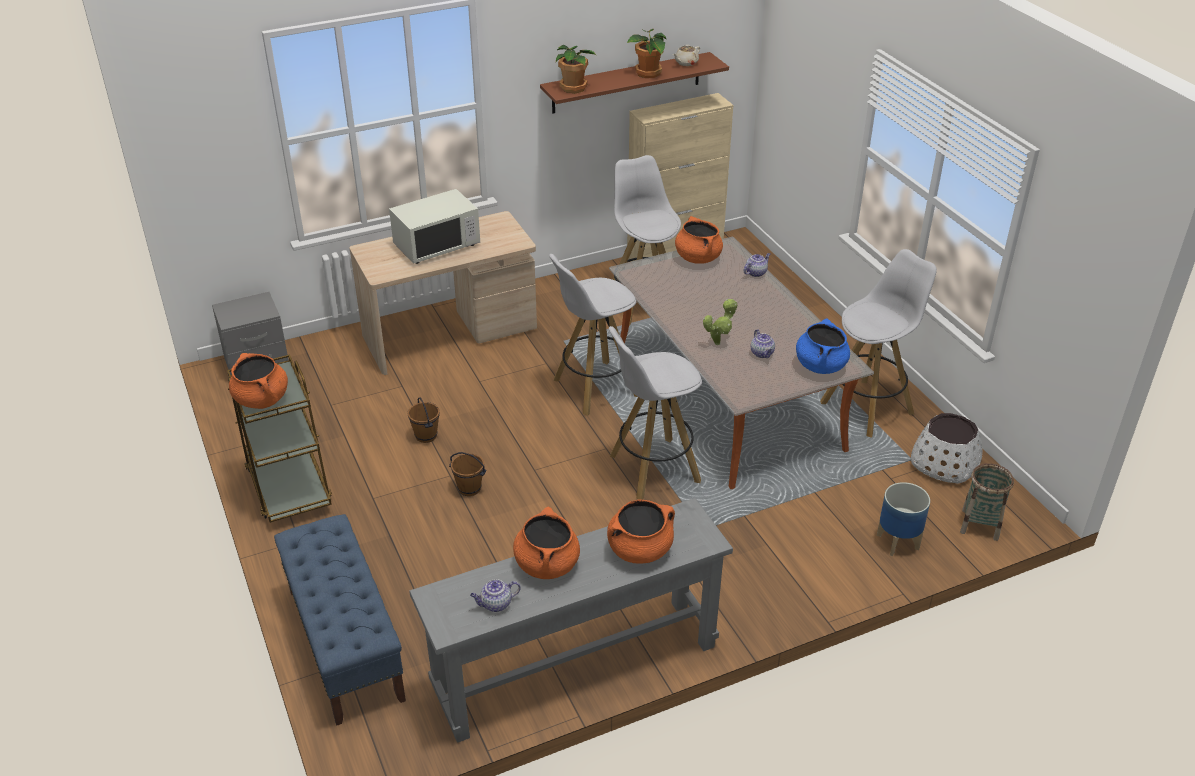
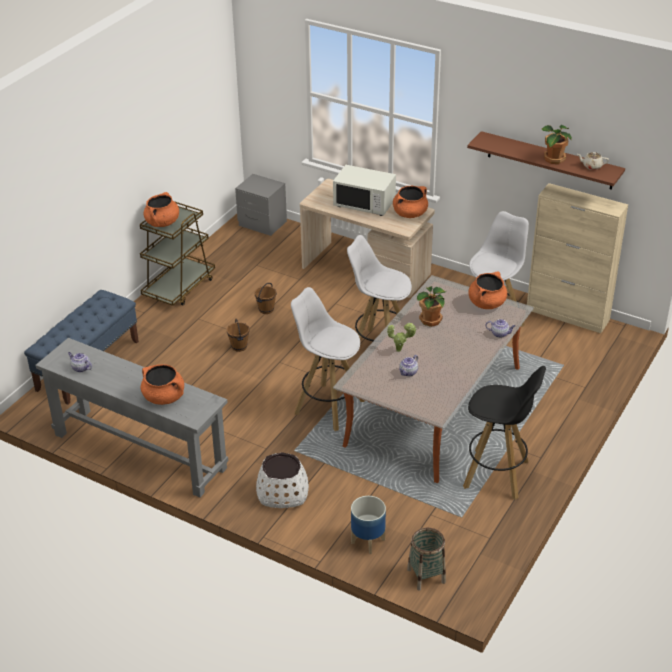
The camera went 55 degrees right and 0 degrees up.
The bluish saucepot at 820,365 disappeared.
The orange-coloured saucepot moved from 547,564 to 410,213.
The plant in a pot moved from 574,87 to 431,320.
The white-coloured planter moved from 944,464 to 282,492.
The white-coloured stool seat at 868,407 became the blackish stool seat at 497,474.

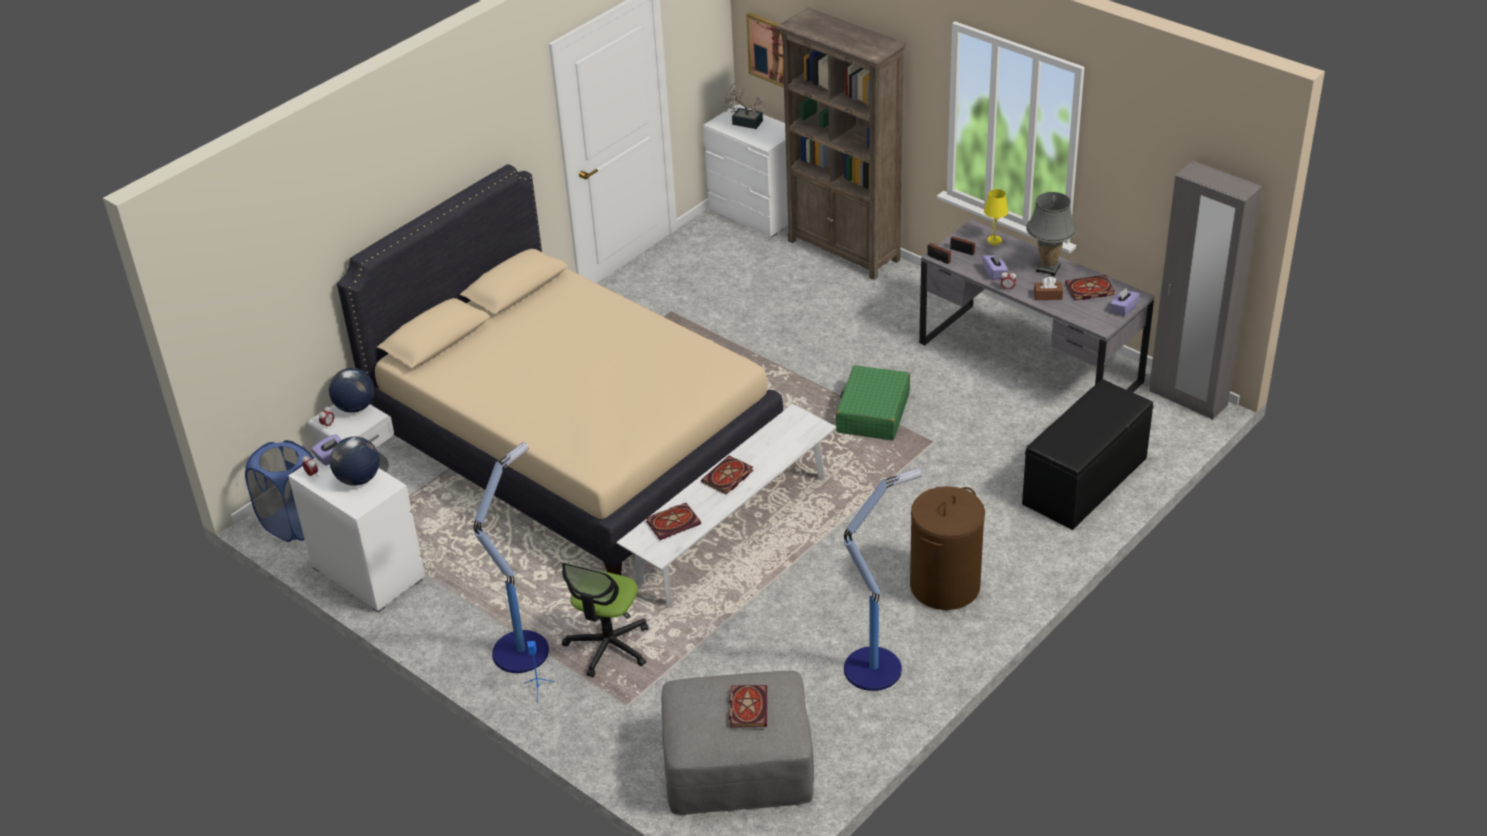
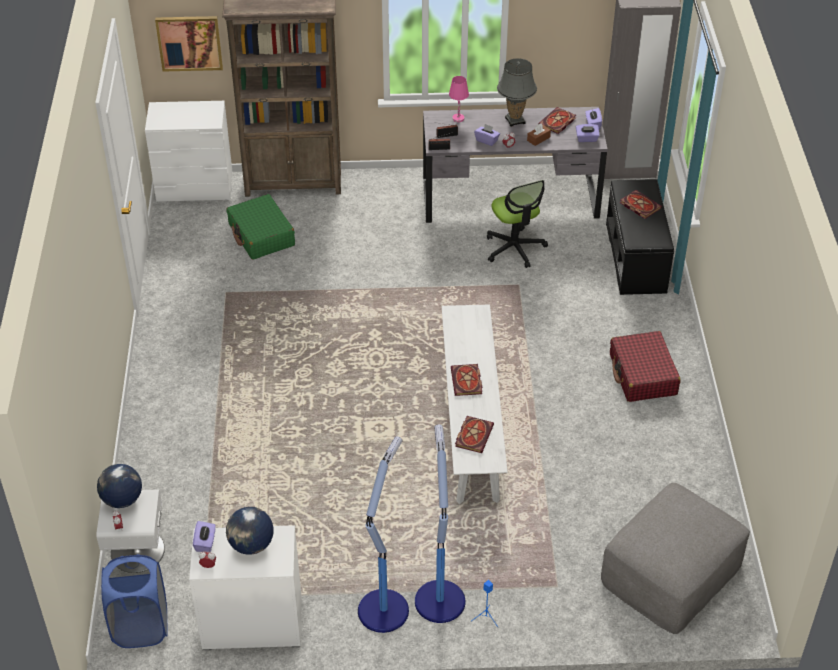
The camera went 45 degrees left and 5 degrees up.
The beige-coloured bedroom bed at 575,443 disappeared.
The plant in a pot at 744,121 disappeared.
The purple-coloured tissue holder at 586,139 appeared.
The office chair moved from 608,646 to 514,248.
The book moved from 747,707 to 639,205.
The greenish piece of luggage moved from 872,413 to 261,235.
The floor lamp moved from 874,668 to 383,609.
The brownish hamper at 945,586 was replaced by the reddish piece of luggage at 642,375.
The yellow table lamp at 994,241 became the pink table lamp at 458,118.

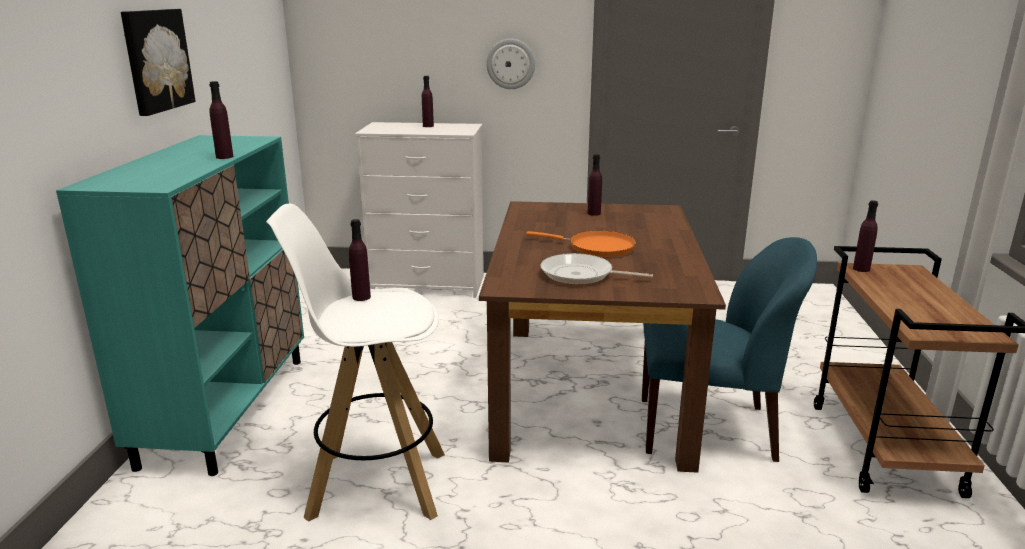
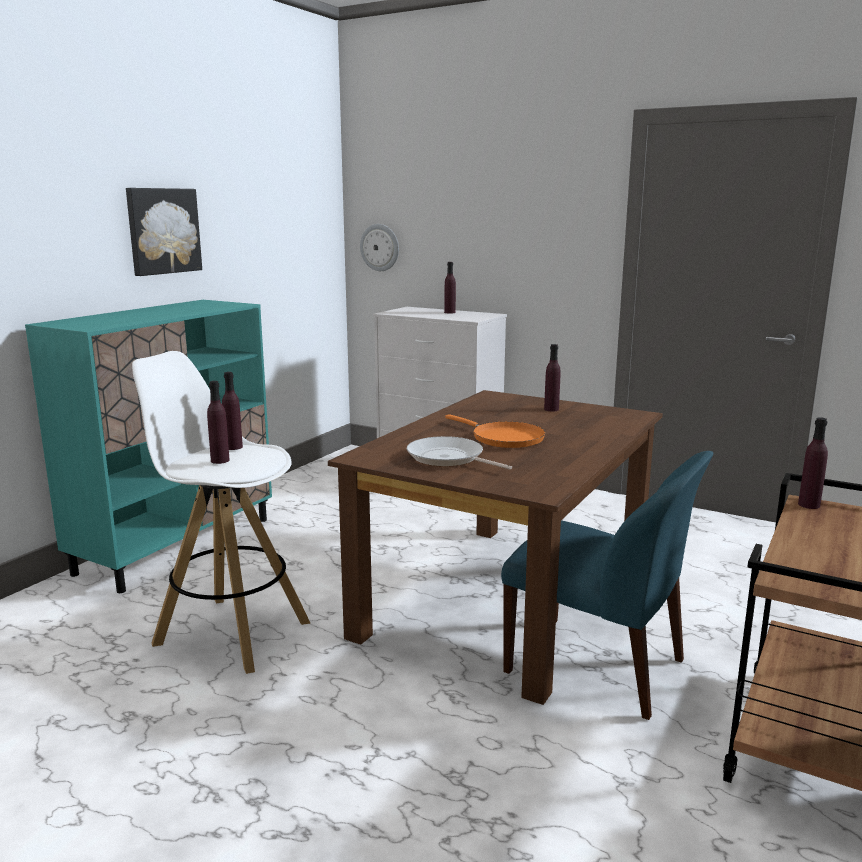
The camera went 25 degrees right and 5 degrees down.
The purple-coloured drink bottle moved from 224,157 to 220,460.
The clock on the wall moved from 510,64 to 380,247.

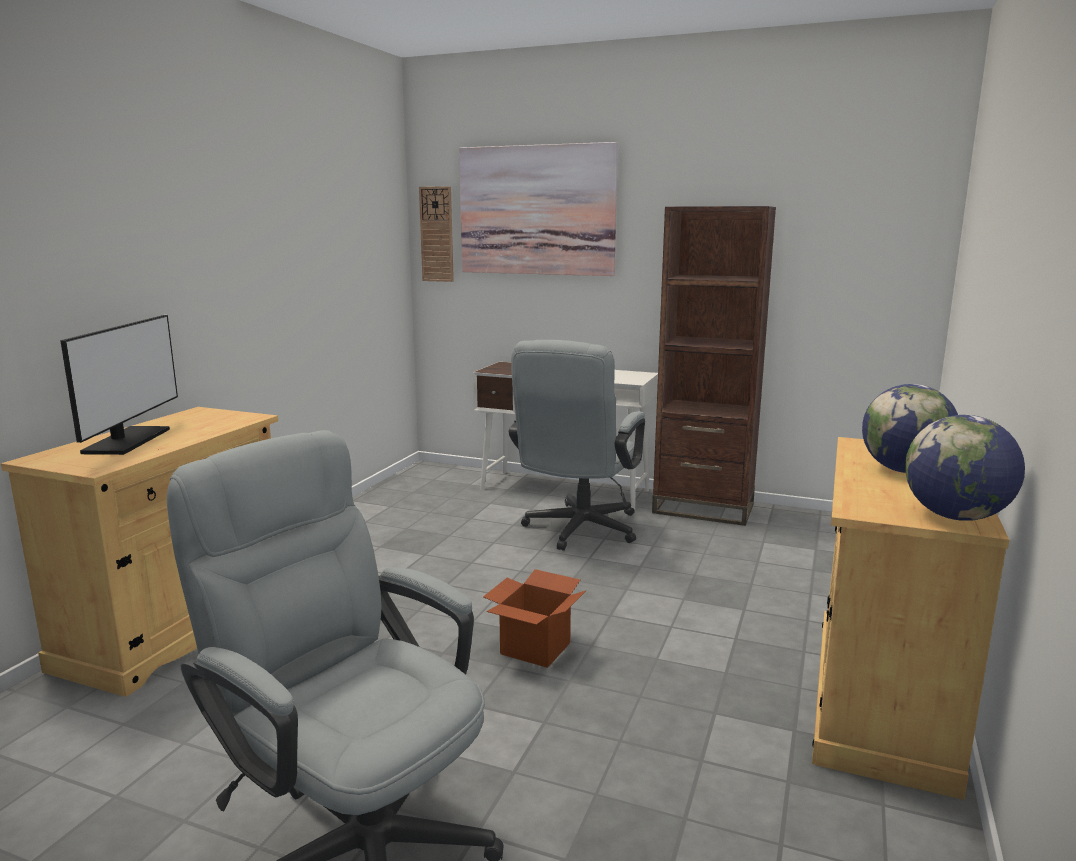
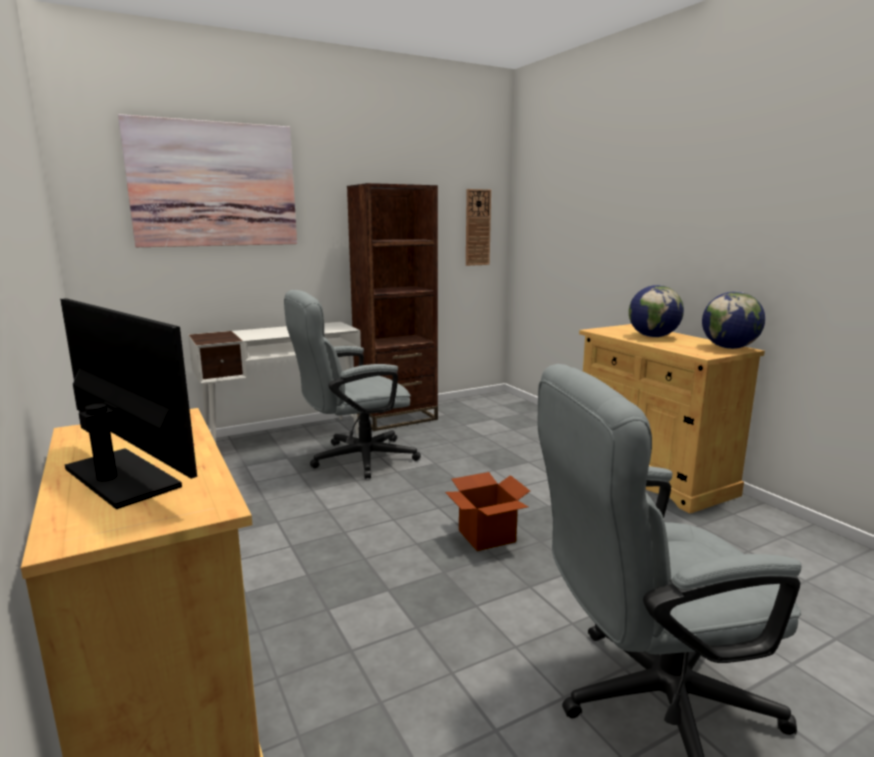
The camera went 50 degrees left and 0 degrees up.
The clock on the wall moved from 437,234 to 477,227.
The greyish office chair at 577,531 turned 90 degrees clockwise.

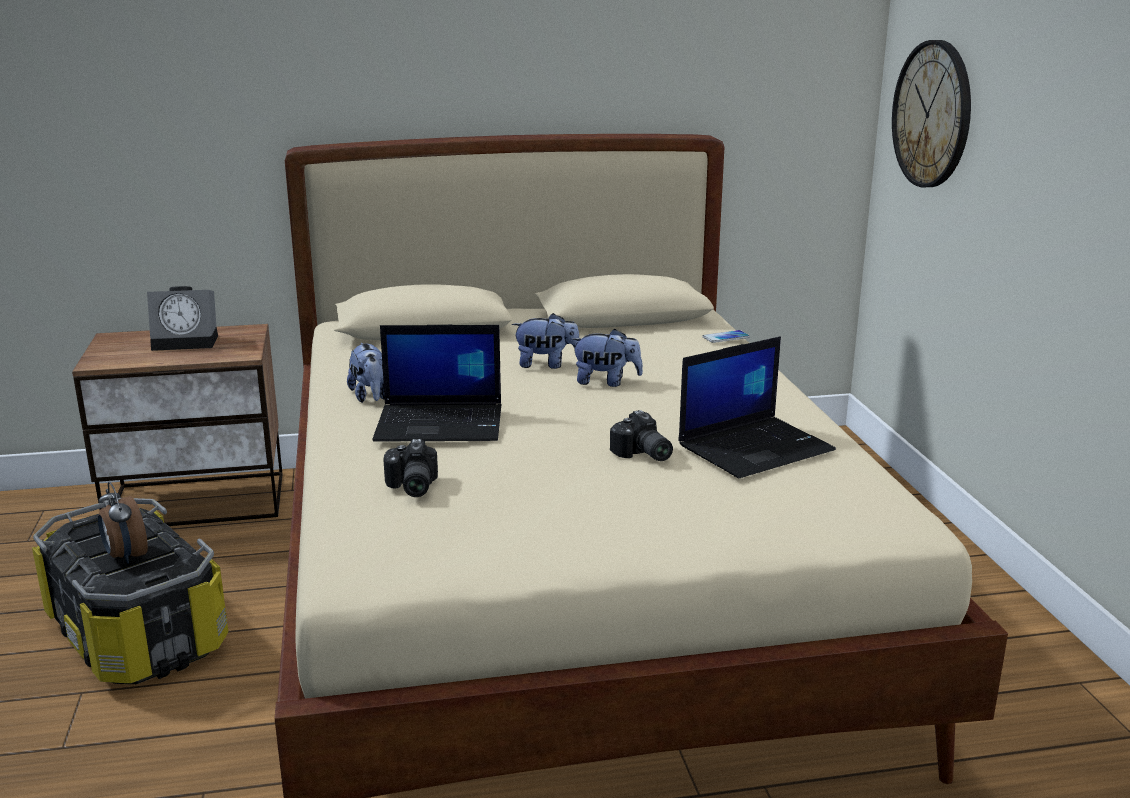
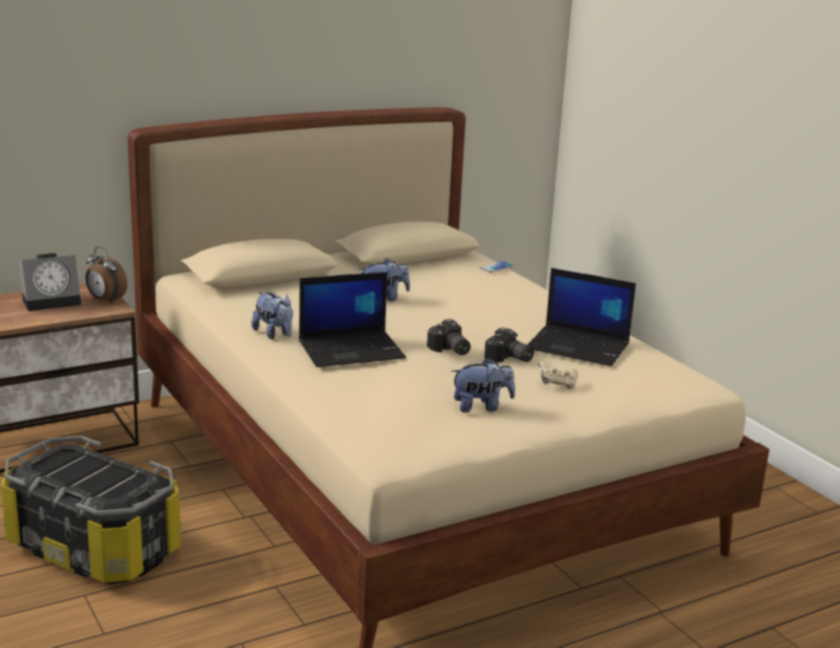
The camera went 20 degrees left and 0 degrees up.
The clock on the wall at 932,114 disappeared.
The beige-coloured joypad at 557,385 appeared.
The bedside clock moved from 125,556 to 105,300.
The photo camera moved from 410,487 to 449,350.
The plush toy moved from 606,382 to 481,407.
The notebook computer at 755,447 turned 75 degrees clockwise.

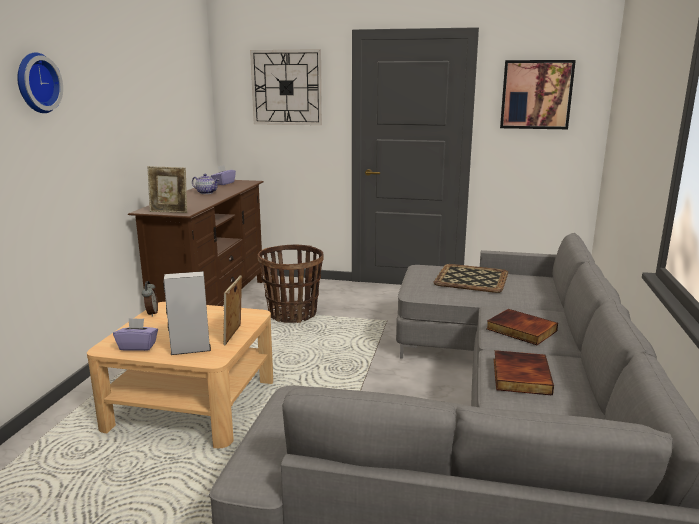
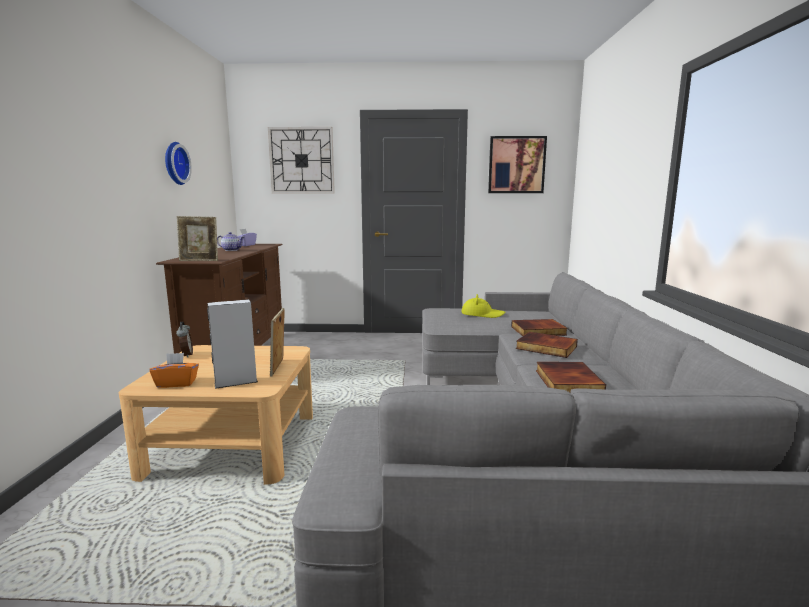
The camera went 10 degrees left and 5 degrees down.
The basket at 292,314 disappeared.
The book at 538,331 appeared.
The clock on the wall moved from 35,83 to 174,163.
The tray at 471,278 was replaced by the yellow clothing hat at 482,314.
The purple-coloured tissue holder at 138,346 became the orange-coloured tissue holder at 177,383.

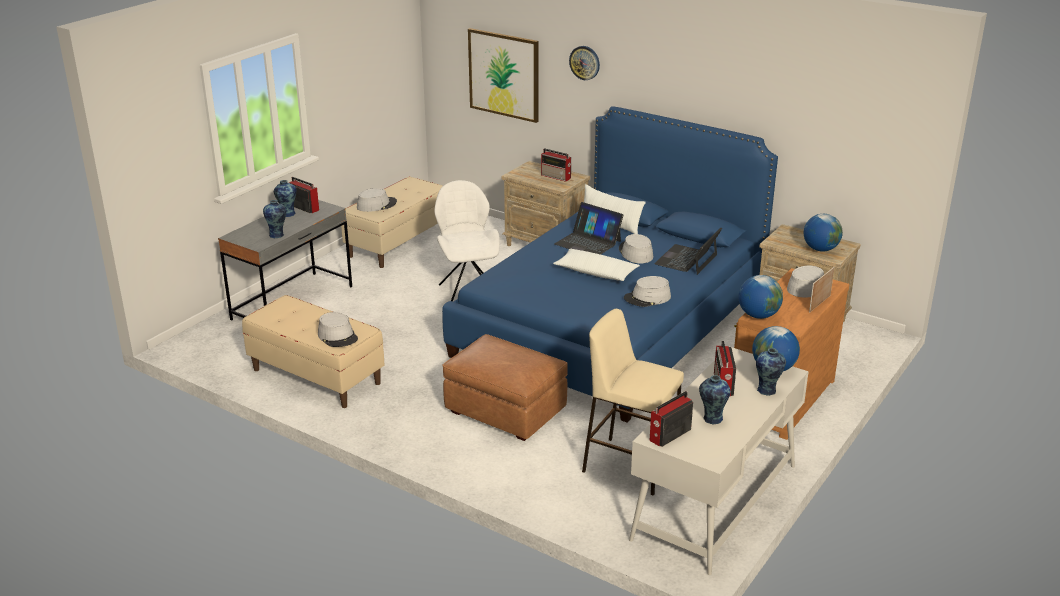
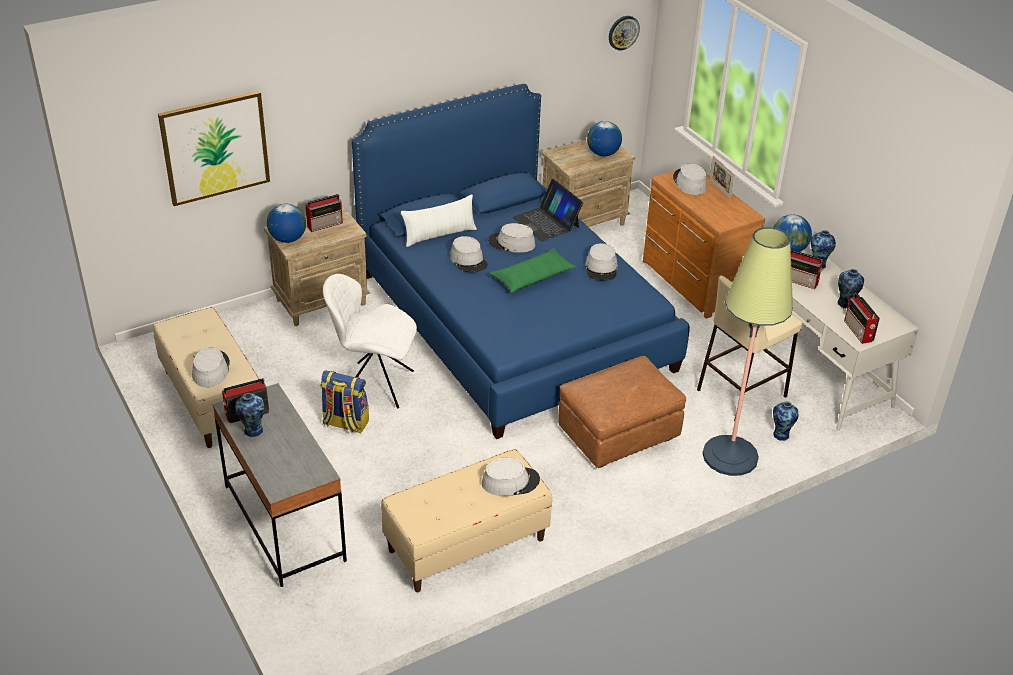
The camera went 65 degrees left and 10 degrees up.
The rucksack at 345,423 appeared.
The floor lamp at 730,456 appeared.
The flower vase moved from 277,235 to 781,434.
The clock on the wall moved from 584,62 to 623,32.
The world globe moved from 758,315 to 287,239.
The notebook computer at 588,242 was replaced by the greyish clothing hat at 468,260.
The white-coloured cushion at 596,272 became the greenish cushion at 533,277.

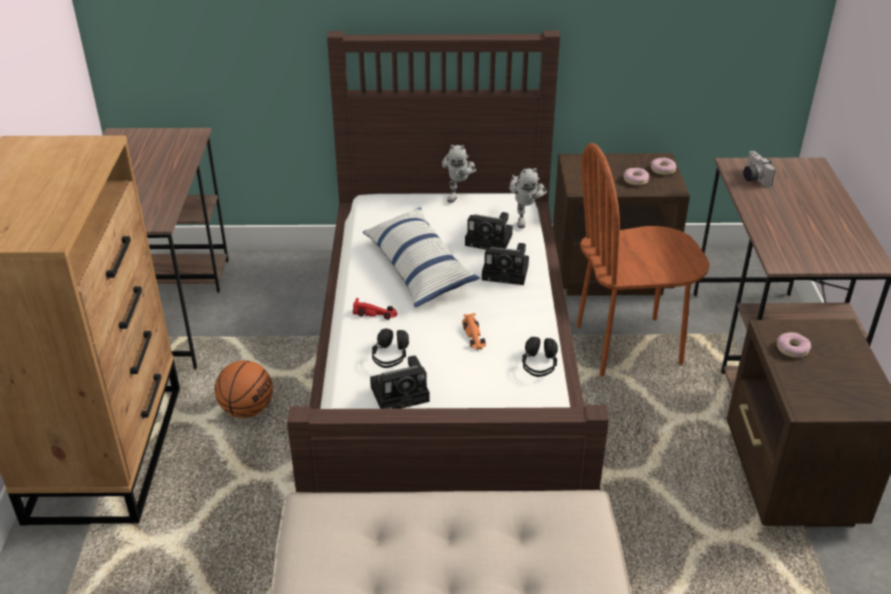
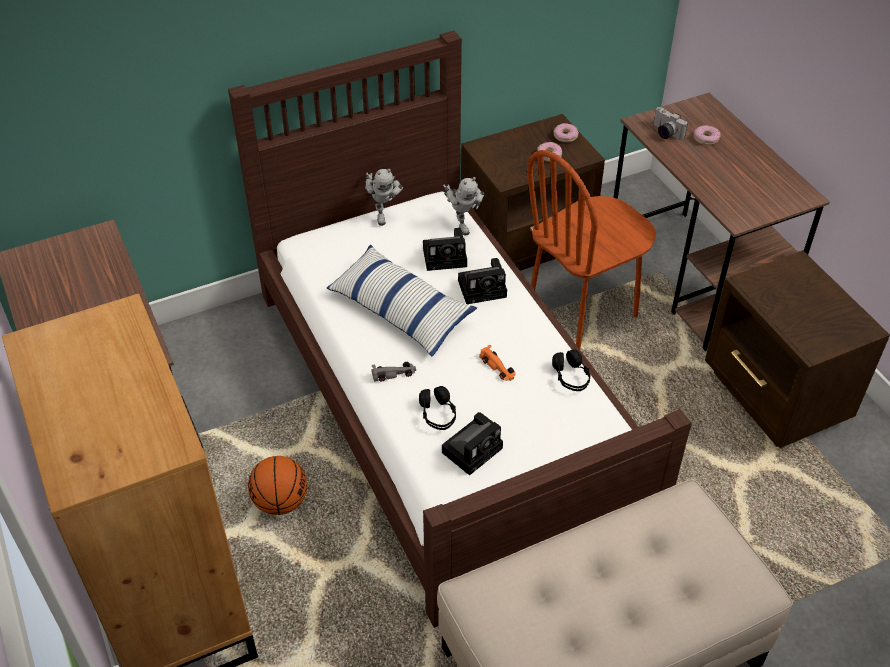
The camera went 25 degrees left and 10 degrees up.
The ring doughnut moved from 792,349 to 706,138.
The reddish model car at 375,313 became the greyish model car at 394,373.

